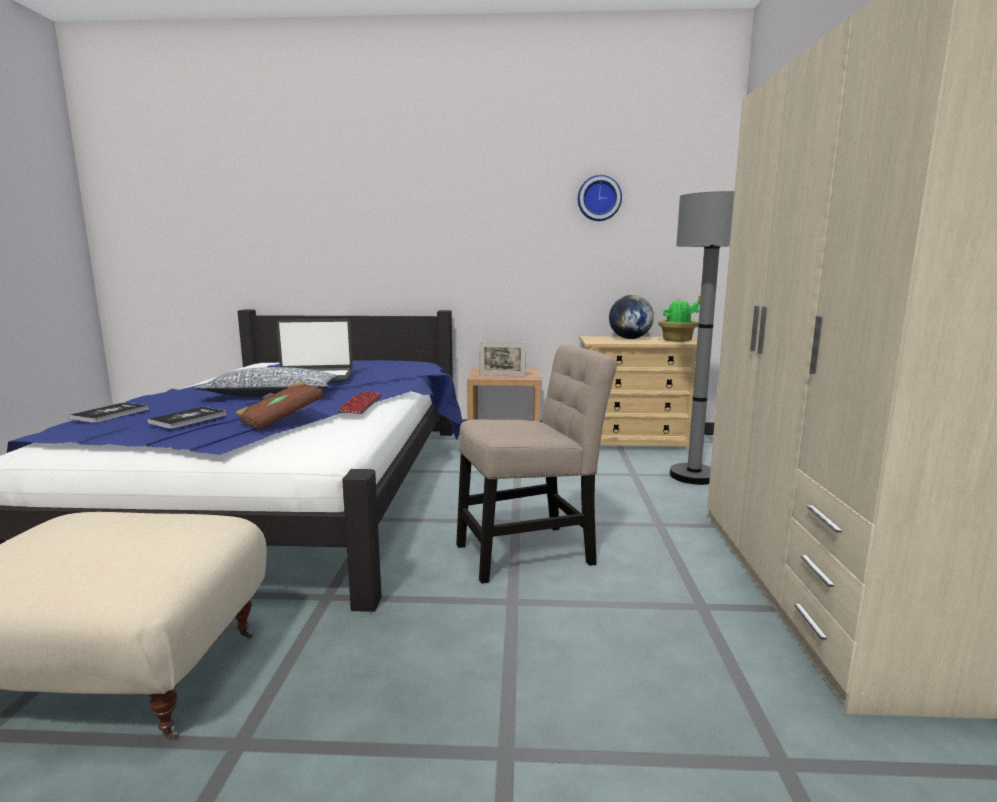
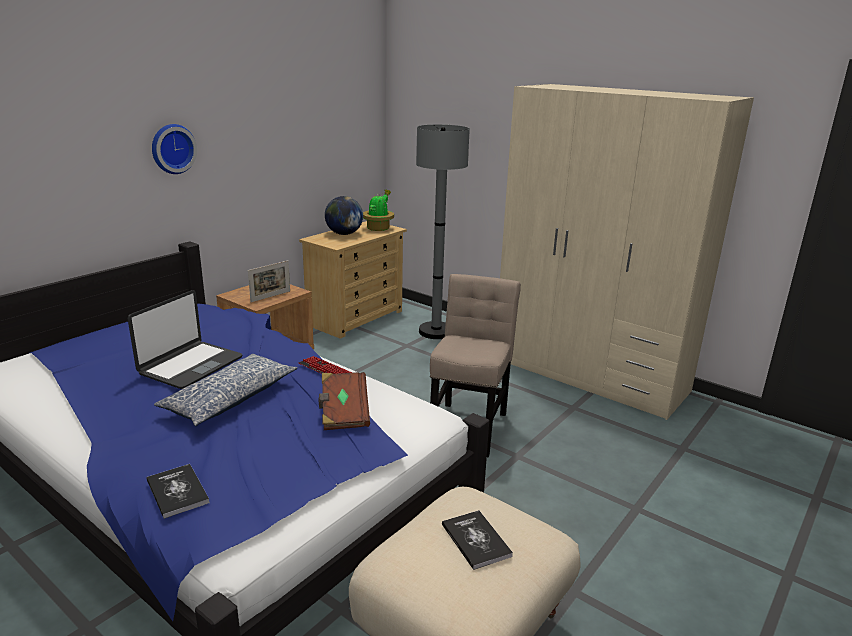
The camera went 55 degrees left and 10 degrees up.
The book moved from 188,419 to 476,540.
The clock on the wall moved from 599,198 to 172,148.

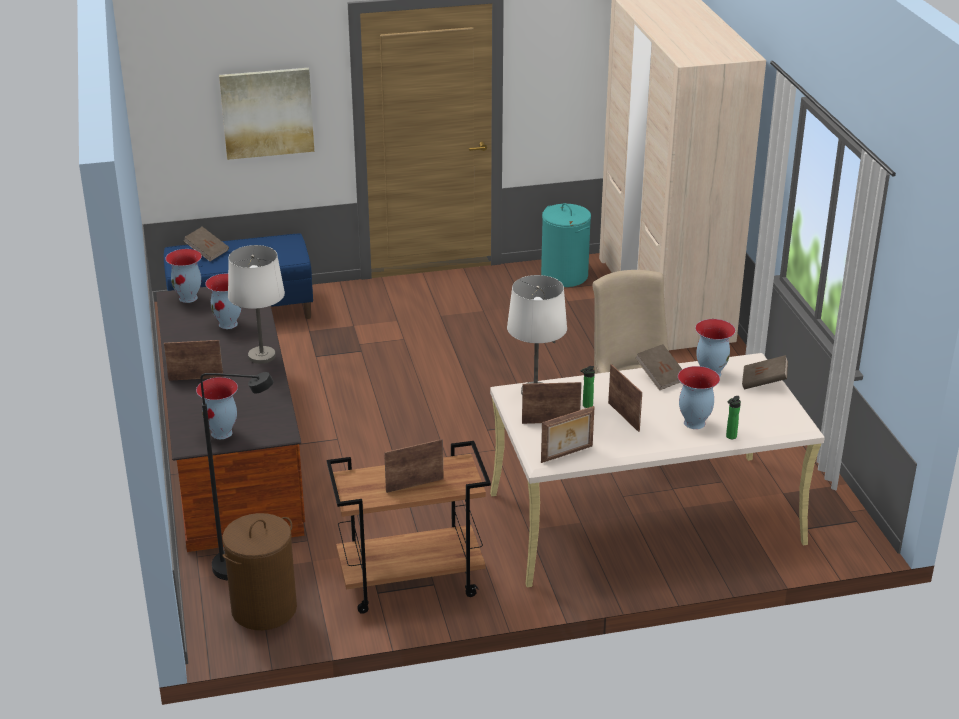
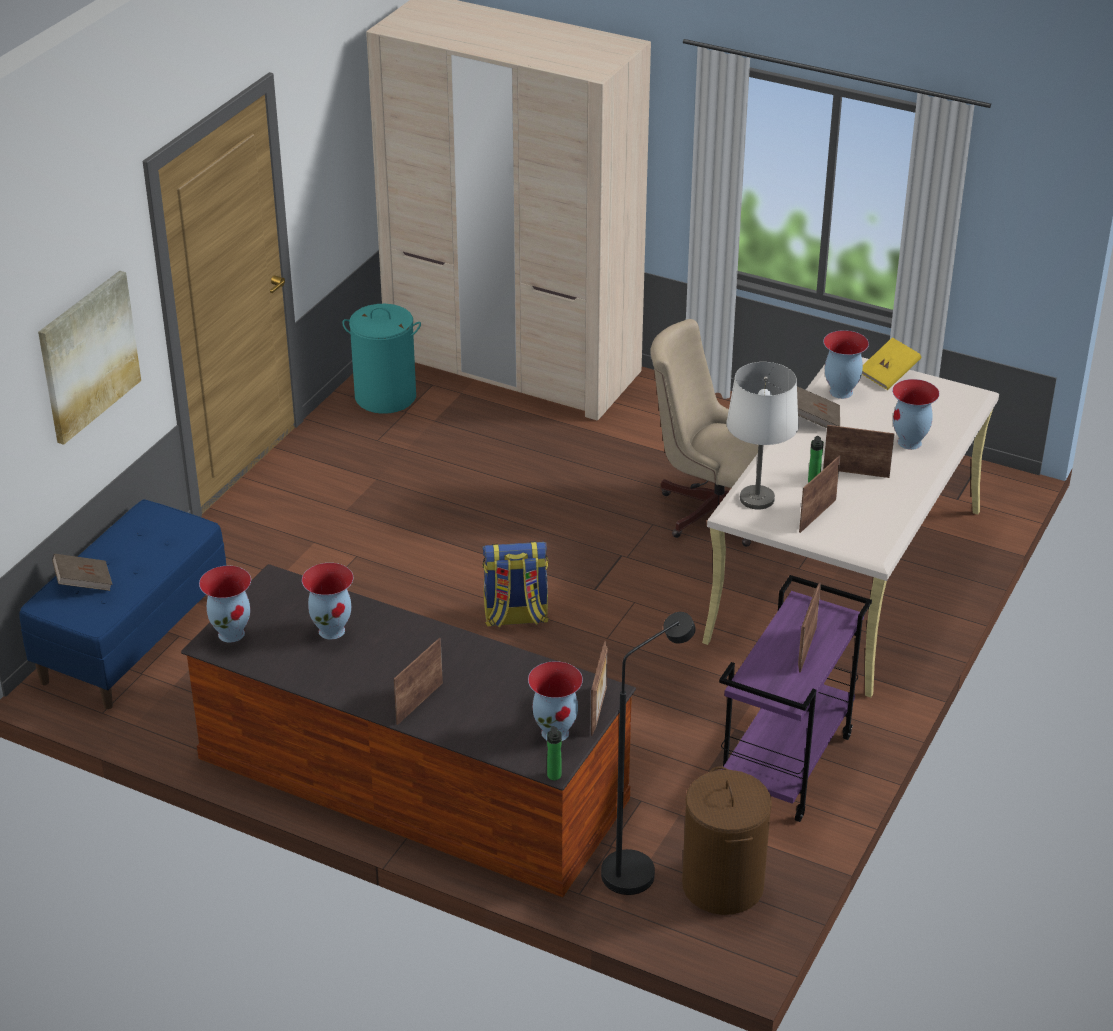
The camera went 50 degrees left and 5 degrees up.
The white-coloured table lamp at 262,356 disappeared.
The rucksack at 515,617 appeared.
The standing frame moved from 567,454 to 599,710.
The drink bottle moved from 730,437 to 554,777.
The brownish cart at 410,583 became the purple-coloured cart at 786,766.
The brownish book at 763,382 became the yellow book at 889,375.

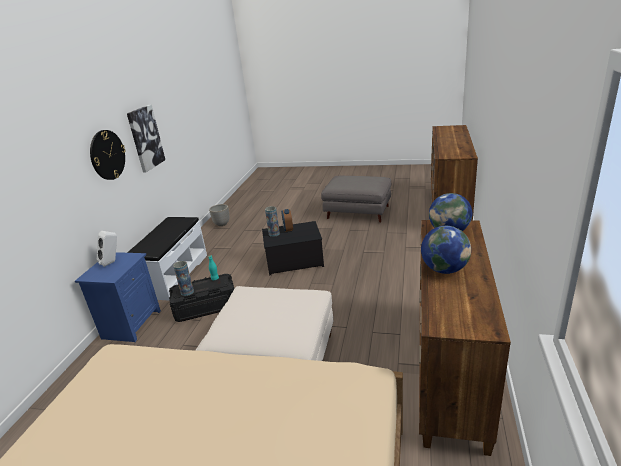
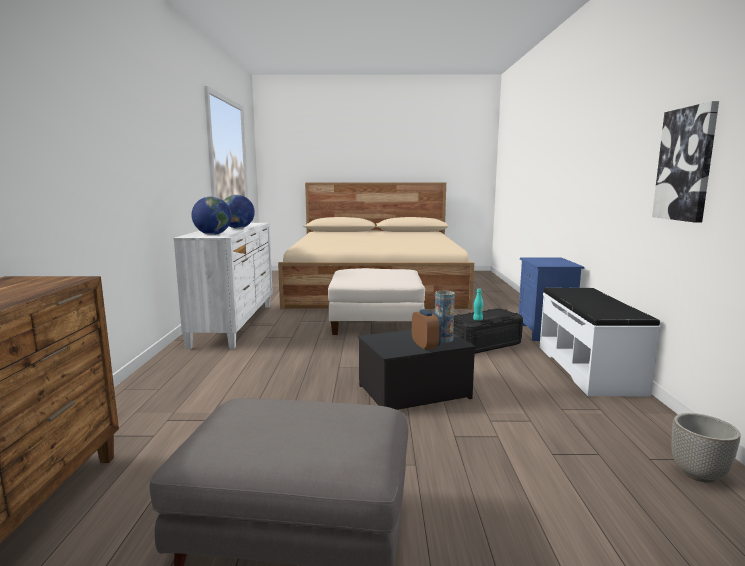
The camera went 165 degrees right and 15 degrees down.
The clock on the wall at 107,155 disappeared.
The white-coloured speaker at 112,262 disappeared.
The flower vase at 187,292 disappeared.
The brownish drawer chest at 449,371 became the white-coloured drawer chest at 235,324.

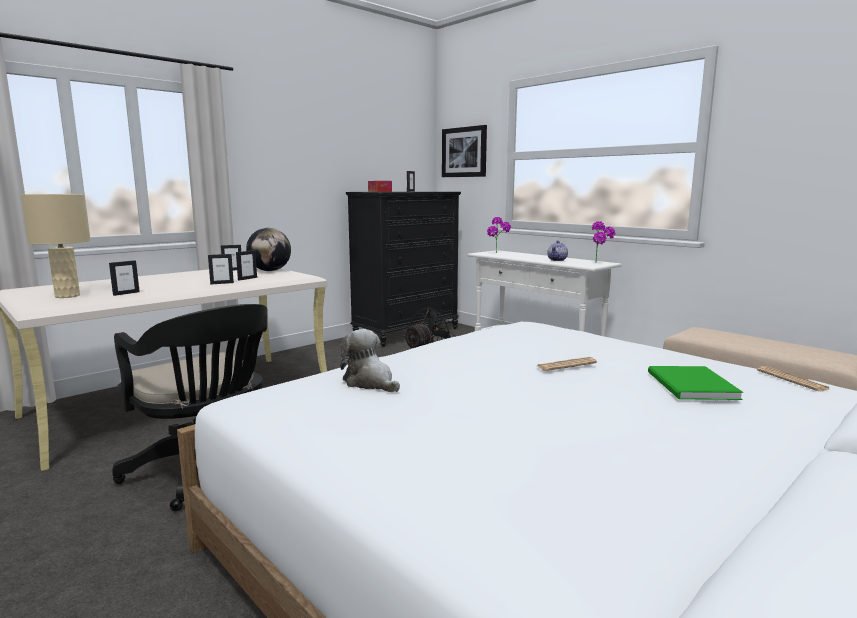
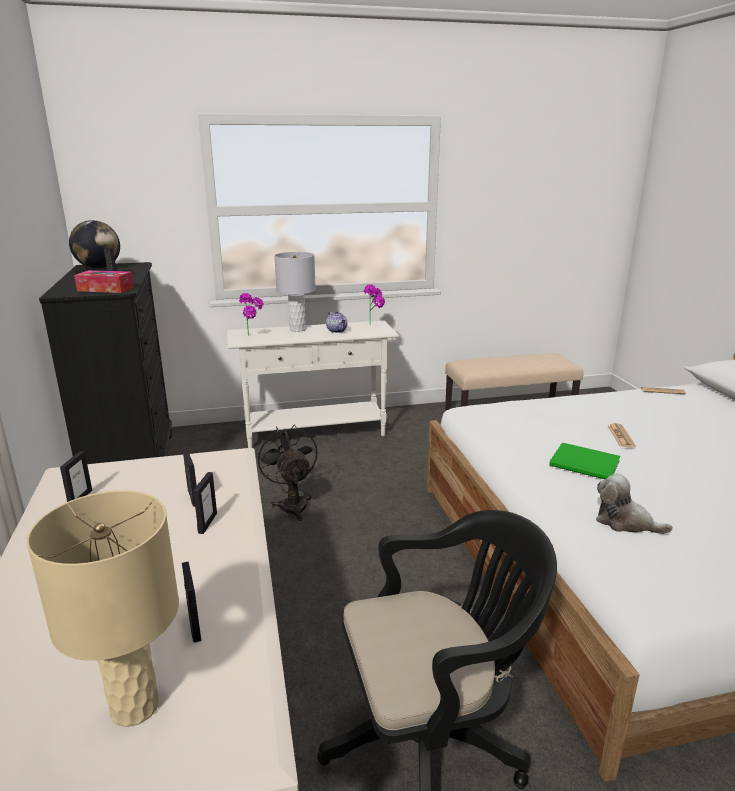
The camera went 60 degrees left and 10 degrees up.
The wall picture at 464,152 disappeared.
The greyish table lamp at 297,329 appeared.
The world globe moved from 270,271 to 99,268.
The greenish book moved from 690,386 to 586,464.
The plush toy at 370,382 turned 45 degrees clockwise.

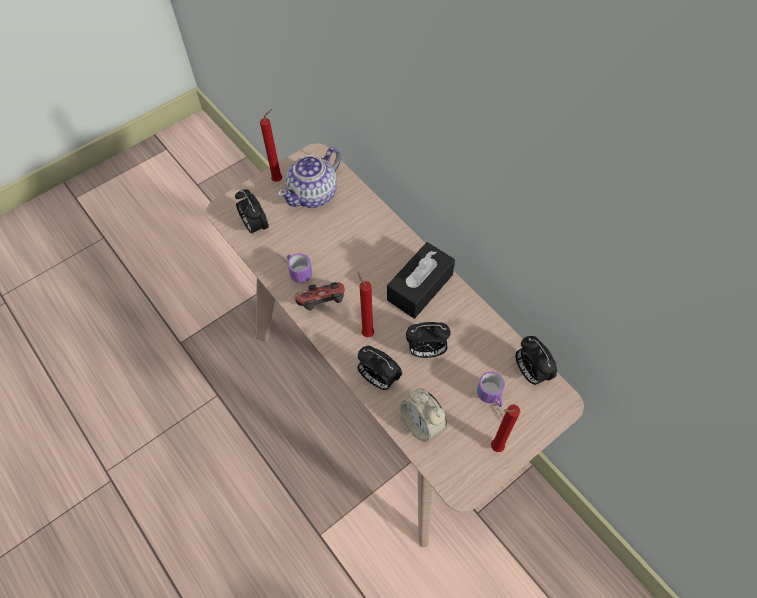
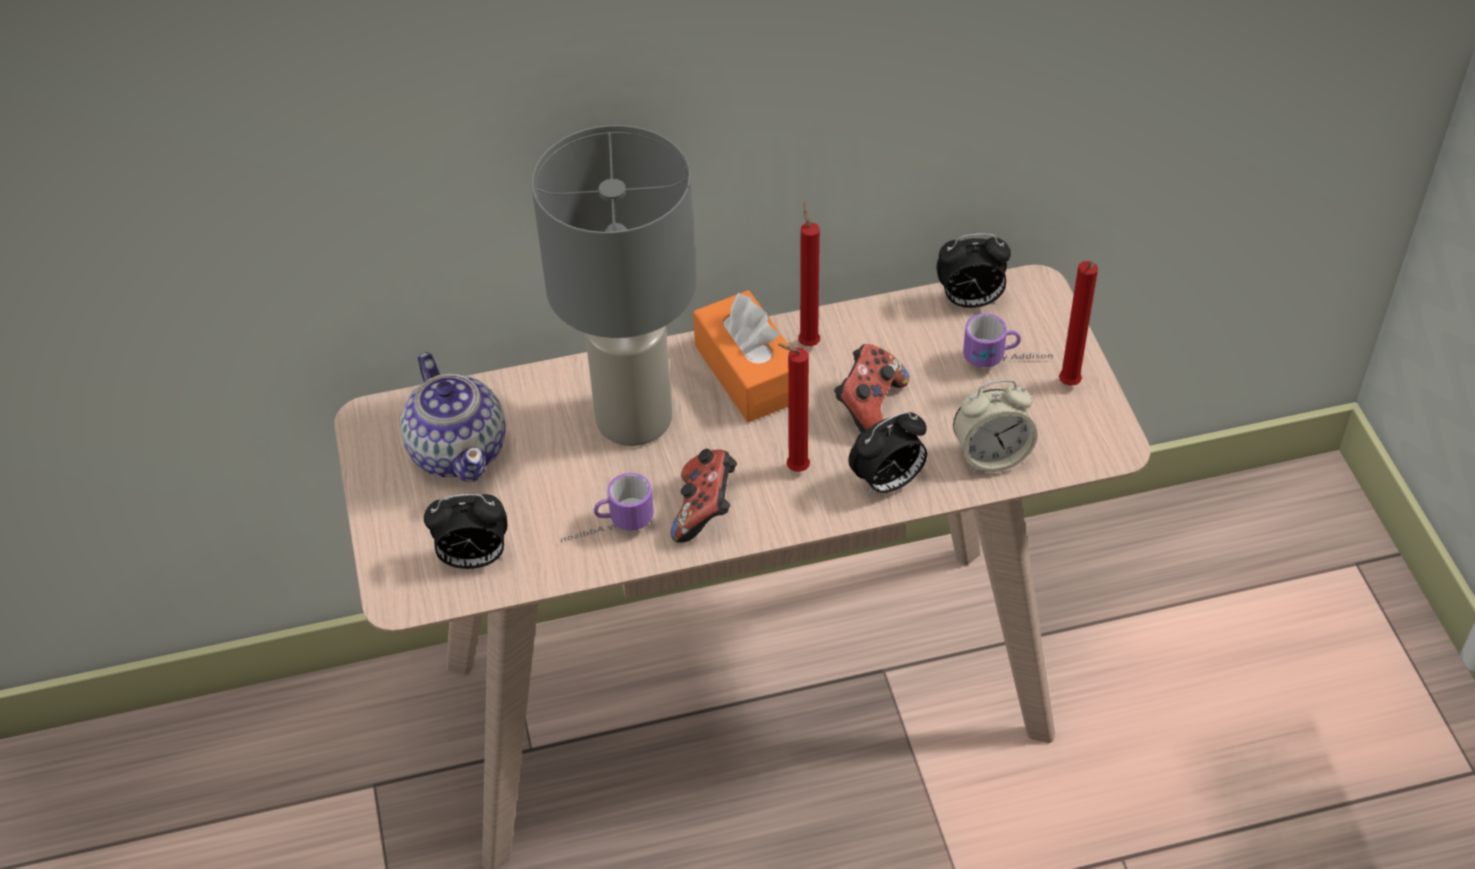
The camera went 65 degrees left and 10 degrees down.
The greyish table lamp at 632,417 appeared.
The reddish candle moved from 279,179 to 808,342.
The bedside clock at 426,351 was replaced by the joypad at 869,406.
The blackish tissue holder at 420,287 became the orange-coloured tissue holder at 748,373.

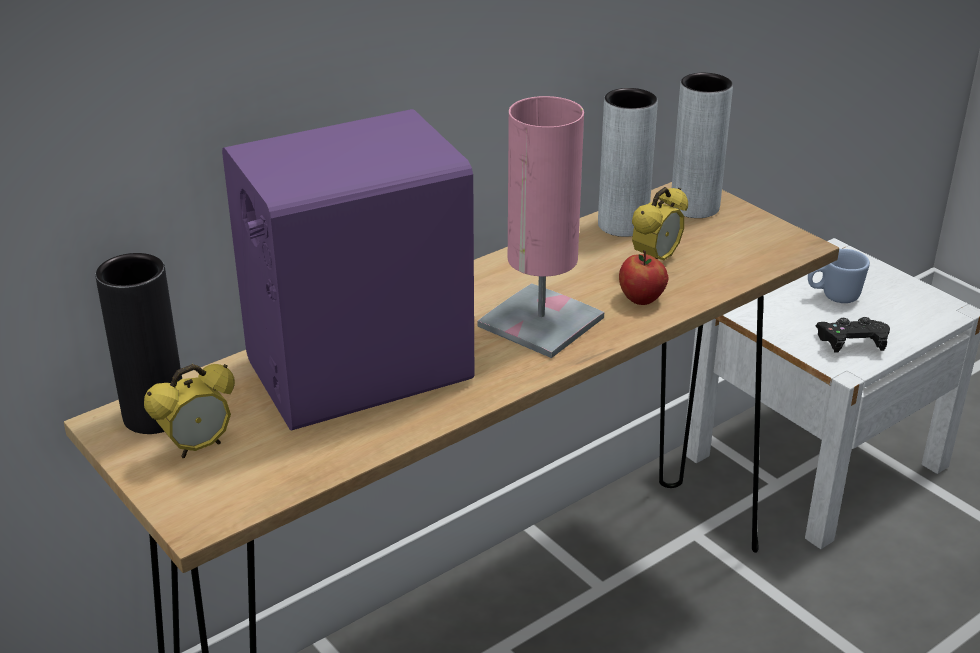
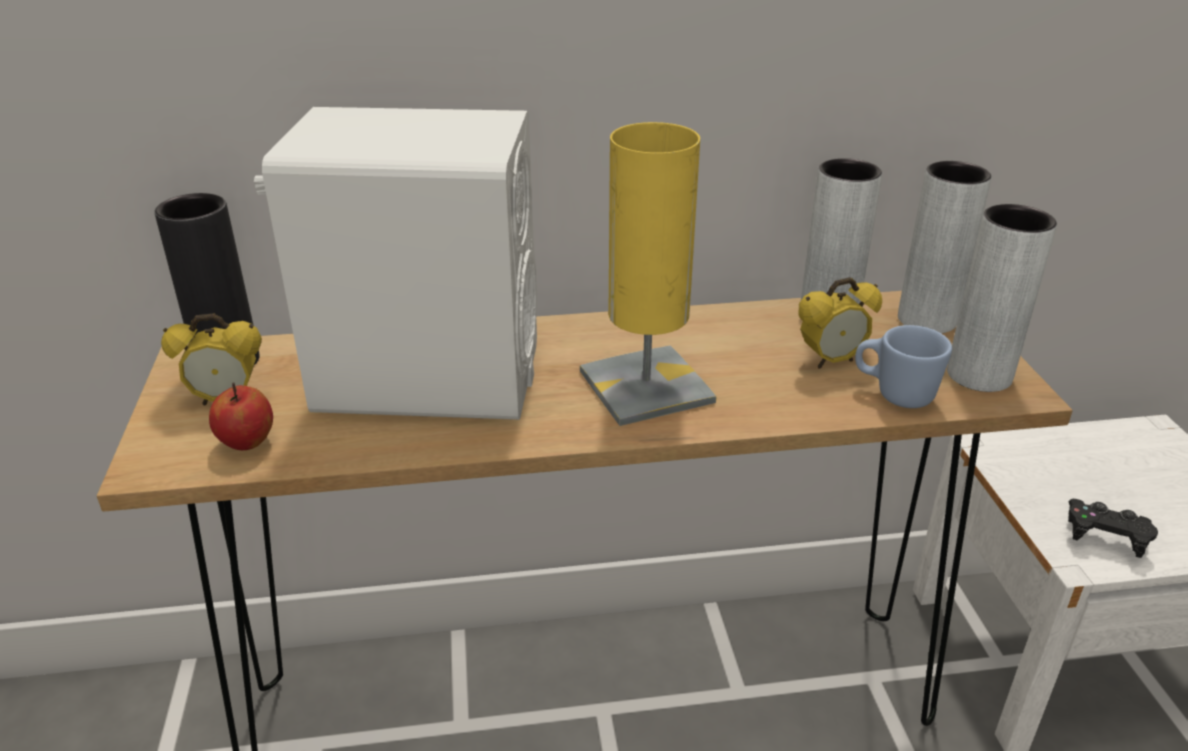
The camera went 30 degrees right and 0 degrees up.
The greyish flower vase at 979,375 appeared.
The apple fruit moved from 641,299 to 247,442.
The bluish tea mug moved from 833,296 to 894,394.
The purple-coloured speaker at 357,371 became the white-coloured speaker at 428,378.
The pink table lamp at 540,322 became the yellow table lamp at 646,386.

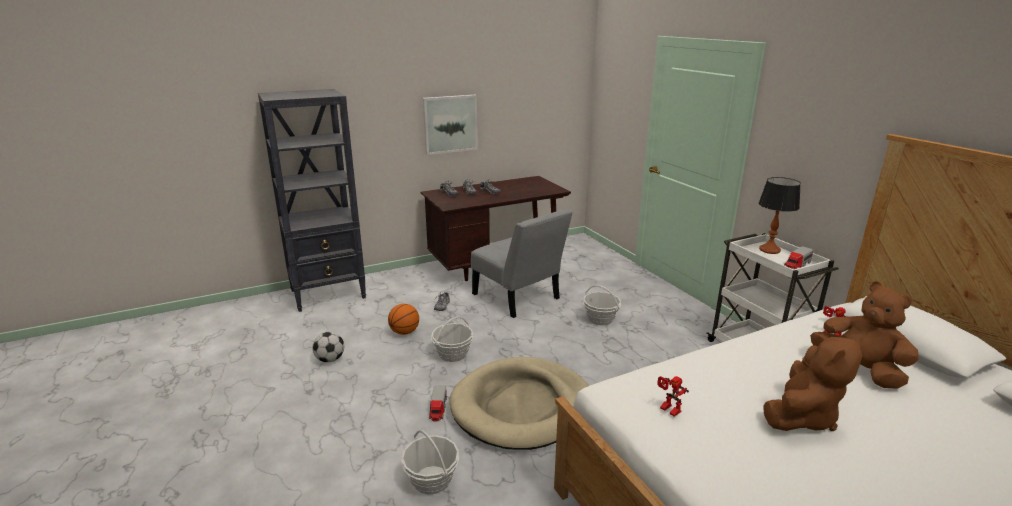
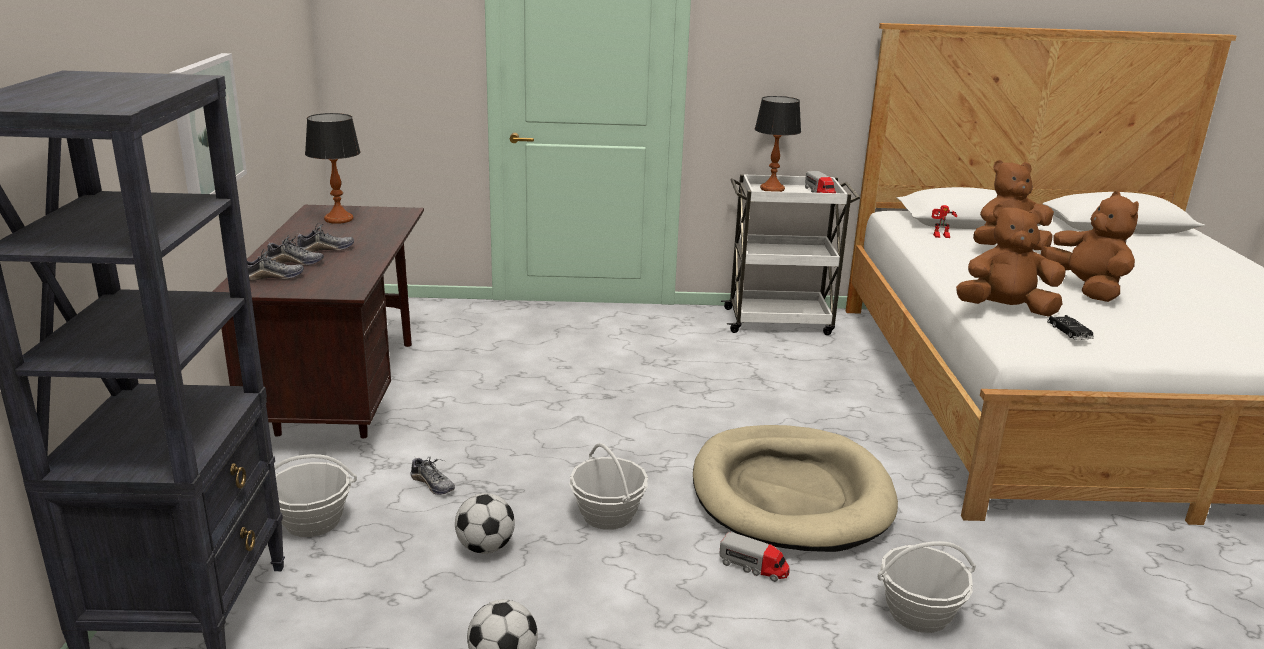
The camera went 65 degrees left and 0 degrees up.
The greyish upright chair at 518,298 disappeared.
The table lamp at 338,219 appeared.
The brownish plush toy at 1004,310 appeared.
The basket moved from 600,319 to 313,521.
The basketball ball at 404,332 was replaced by the football at 485,547.
The model robot at 667,410 was replaced by the blackish model car at 1069,331.

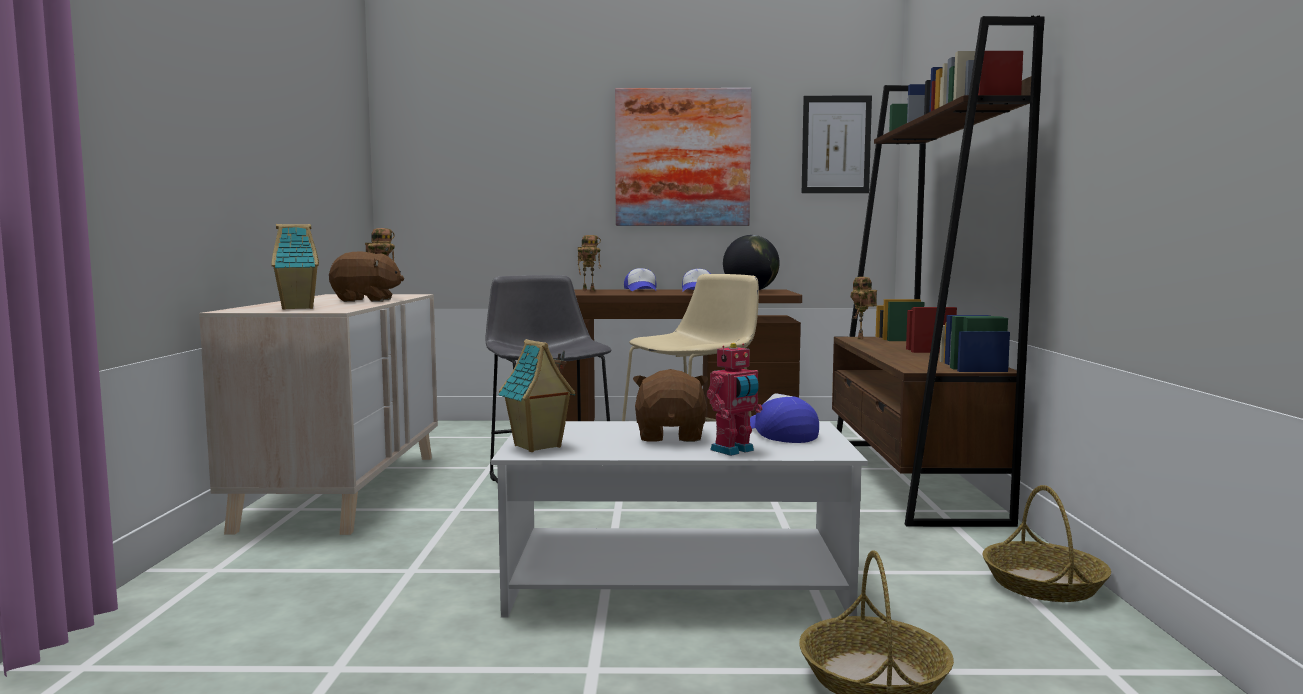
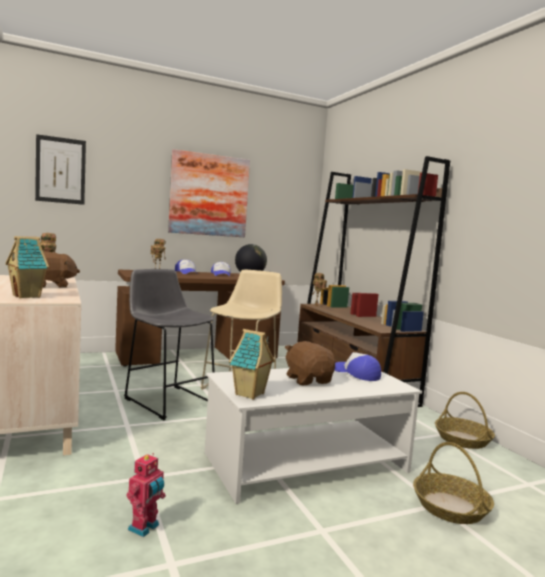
The camera went 25 degrees left and 0 degrees up.
The model robot moved from 734,451 to 145,528.
The wall picture moved from 836,144 to 60,170.

